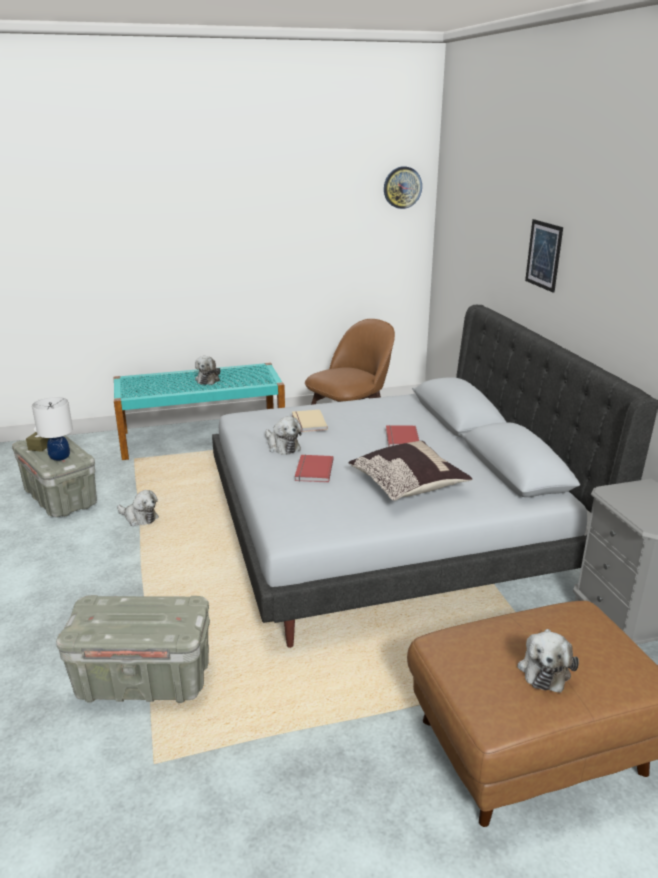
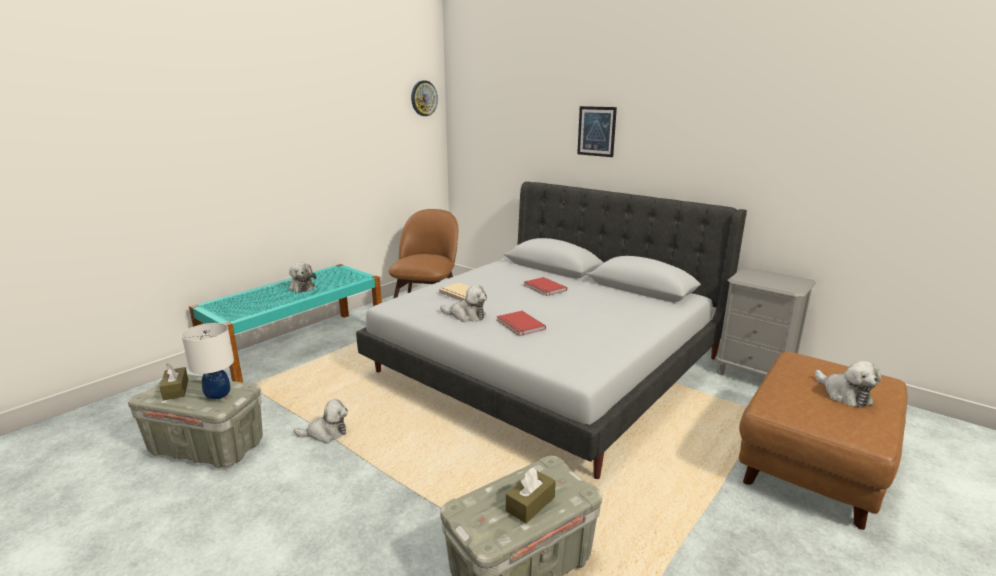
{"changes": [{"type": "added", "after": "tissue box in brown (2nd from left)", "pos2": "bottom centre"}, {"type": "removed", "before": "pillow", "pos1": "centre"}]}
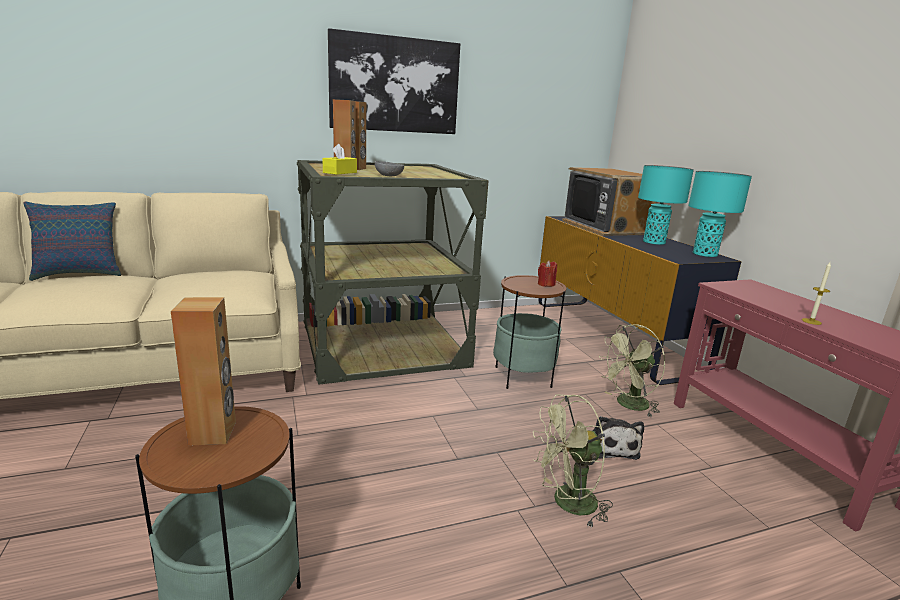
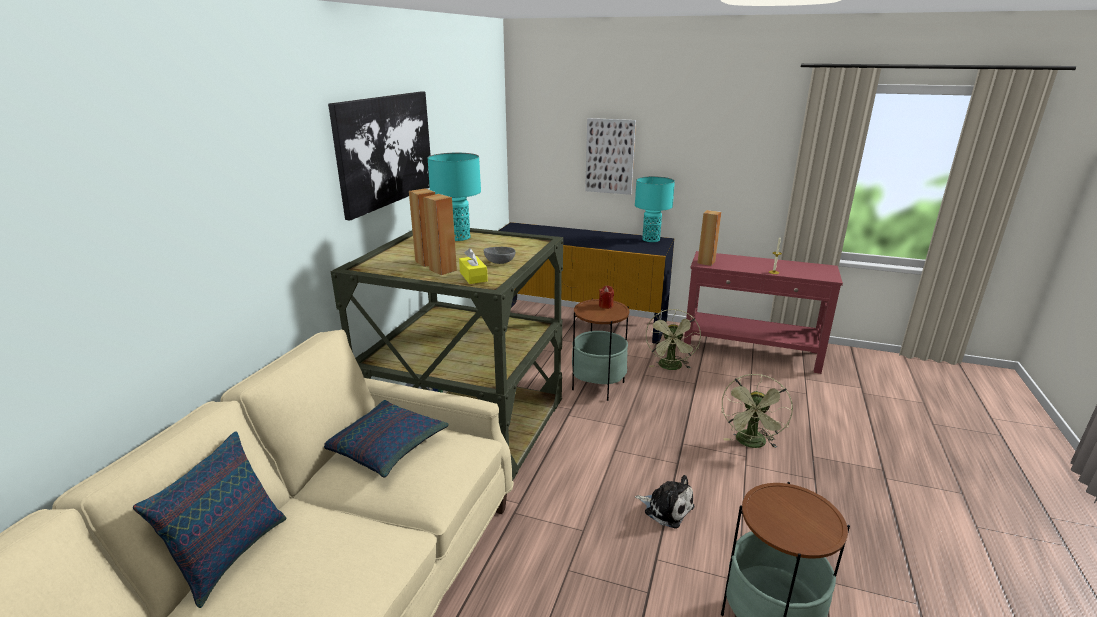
{"changes": [{"type": "added", "after": "pillow in blue (2nd from left)", "pos2": "bottom centre"}, {"type": "moved", "before": "table lamp in turquoise (1st from left)", "pos1": "middle right", "pos2": "top centre"}, {"type": "added", "after": "picture (2nd from left)", "pos2": "top centre"}, {"type": "moved", "before": "plush toy", "pos1": "bottom right", "pos2": "bottom centre"}, {"type": "moved", "before": "speaker in brown (1st from left in the first image)", "after": "speaker in brown (3rd from left)", "pos1": "middle left", "pos2": "centre"}, {"type": "removed", "before": "television", "pos1": "middle right"}]}
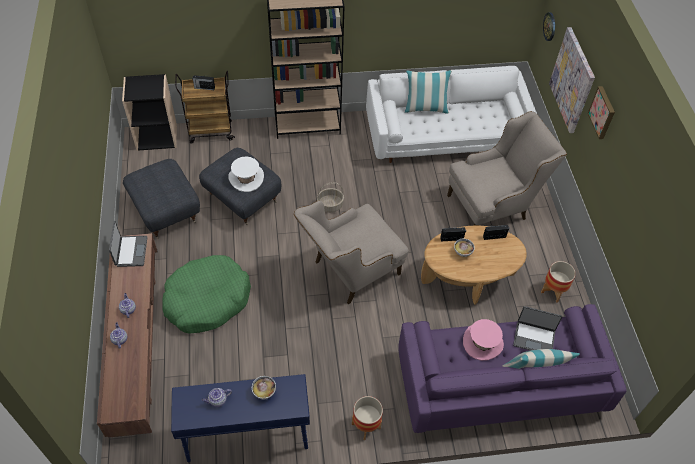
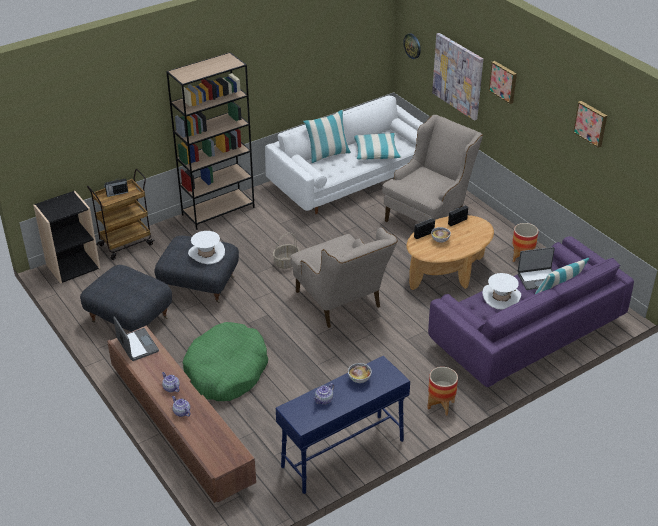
{"changes": [{"type": "turned", "before": "armchair in beige (1st from left)", "pos1": "centre", "pos2": "centre", "turn": -60}, {"type": "added", "after": "pillow (2nd from left)", "pos2": "top centre"}, {"type": "recoloured", "before": "hat in pink", "after": "hat in white (2nd from left)", "pos1": "bottom right", "pos2": "middle right"}, {"type": "added", "after": "picture (3rd from left)", "pos2": "top right"}]}
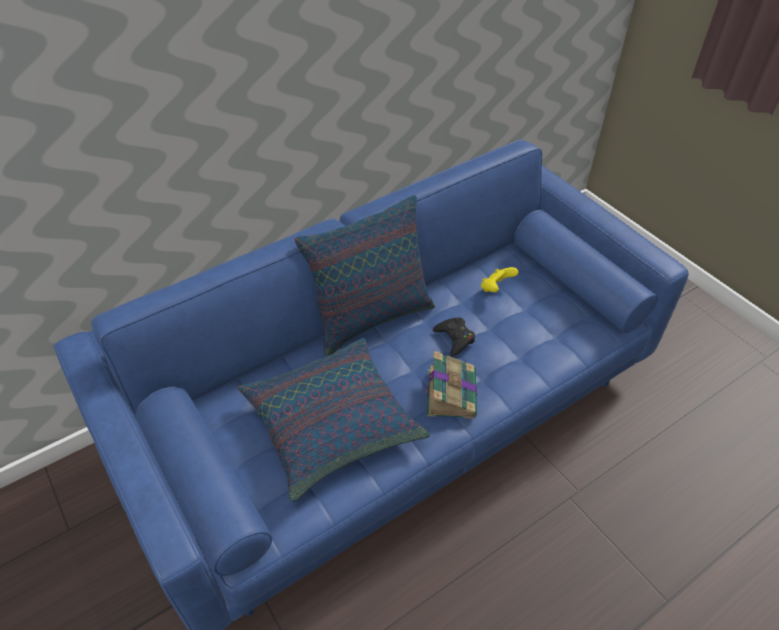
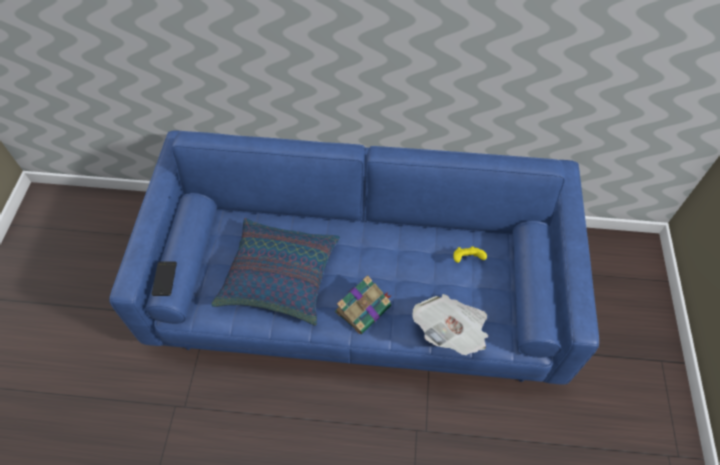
{"changes": [{"type": "added", "after": "phone", "pos2": "middle left"}, {"type": "added", "after": "newspaper", "pos2": "bottom centre"}, {"type": "removed", "before": "pillow in blue (2nd from left)", "pos1": "centre"}, {"type": "removed", "before": "game controller in black", "pos1": "centre"}]}
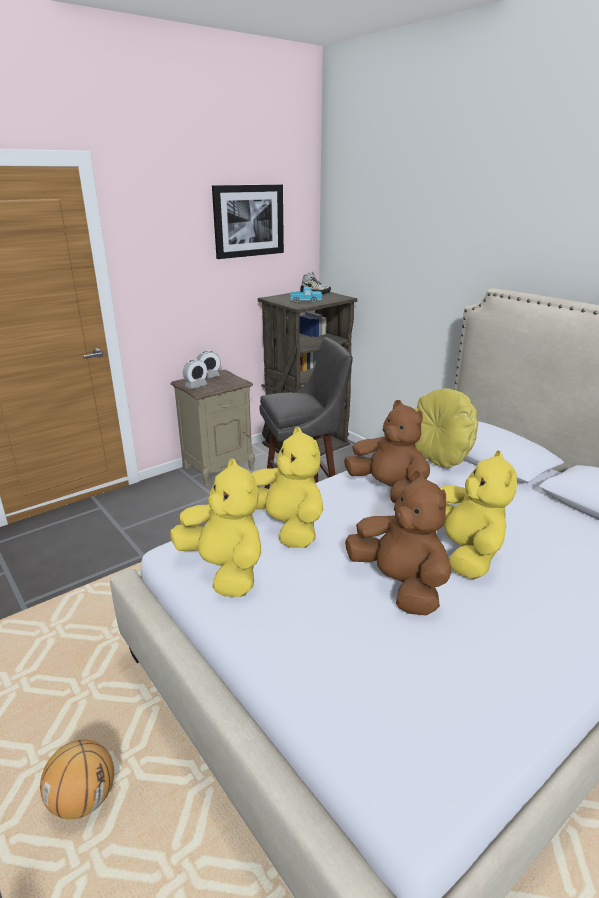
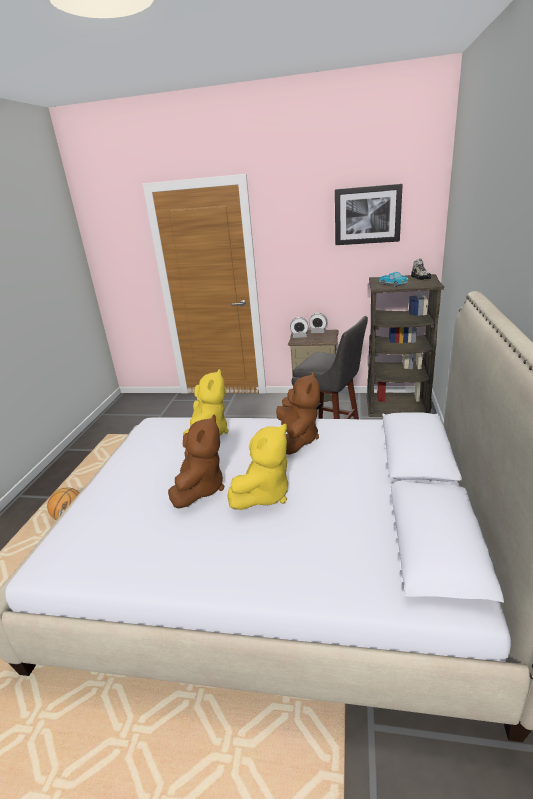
{"changes": [{"type": "removed", "before": "plush toy in yellow (1st from left)", "pos1": "centre"}, {"type": "removed", "before": "pillow in yellow", "pos1": "middle right"}]}
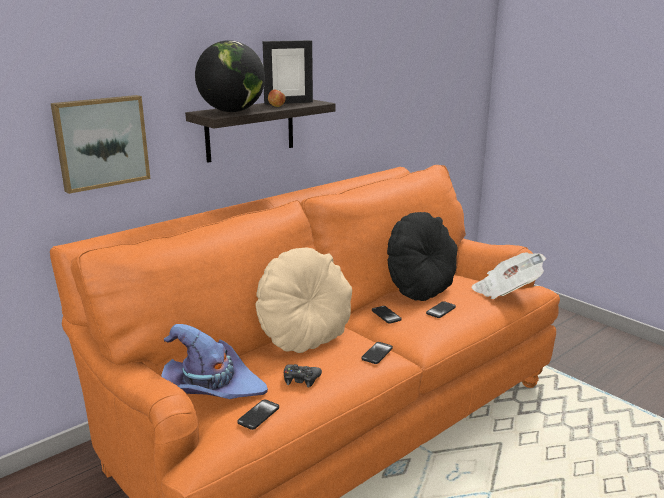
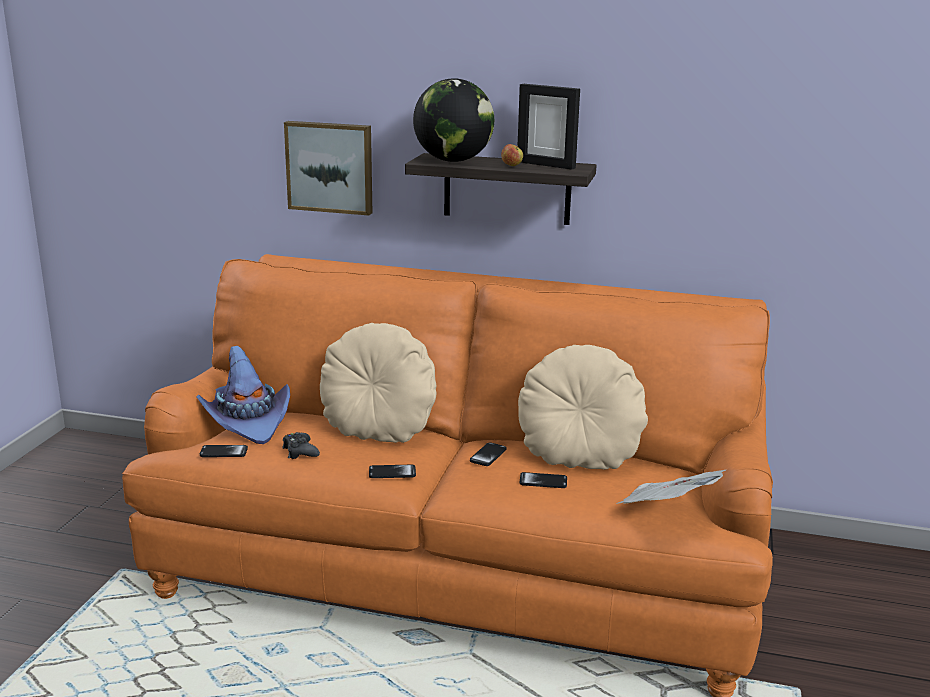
{"changes": [{"type": "recoloured", "before": "pillow in black", "after": "pillow in beige (2nd from left)", "pos1": "centre", "pos2": "centre"}]}
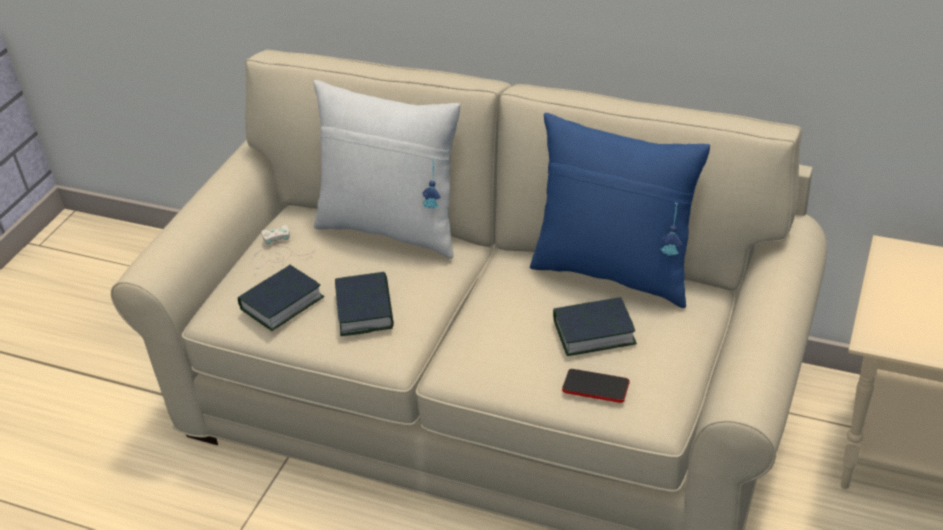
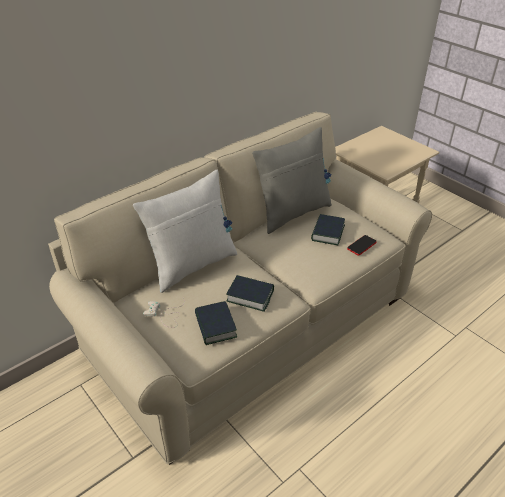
{"changes": [{"type": "recoloured", "before": "pillow in blue", "after": "pillow in grey (2nd from left)", "pos1": "centre", "pos2": "centre"}]}
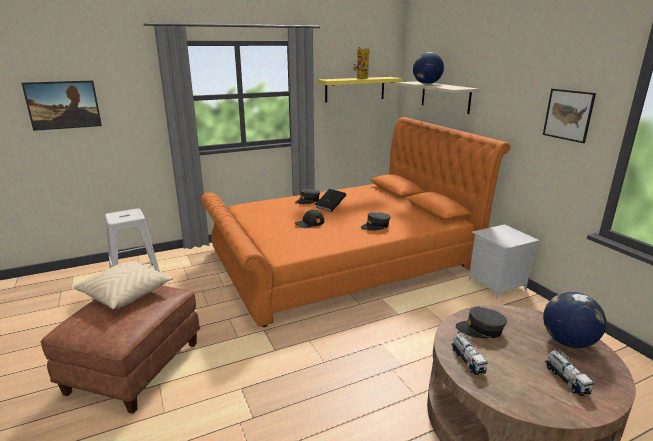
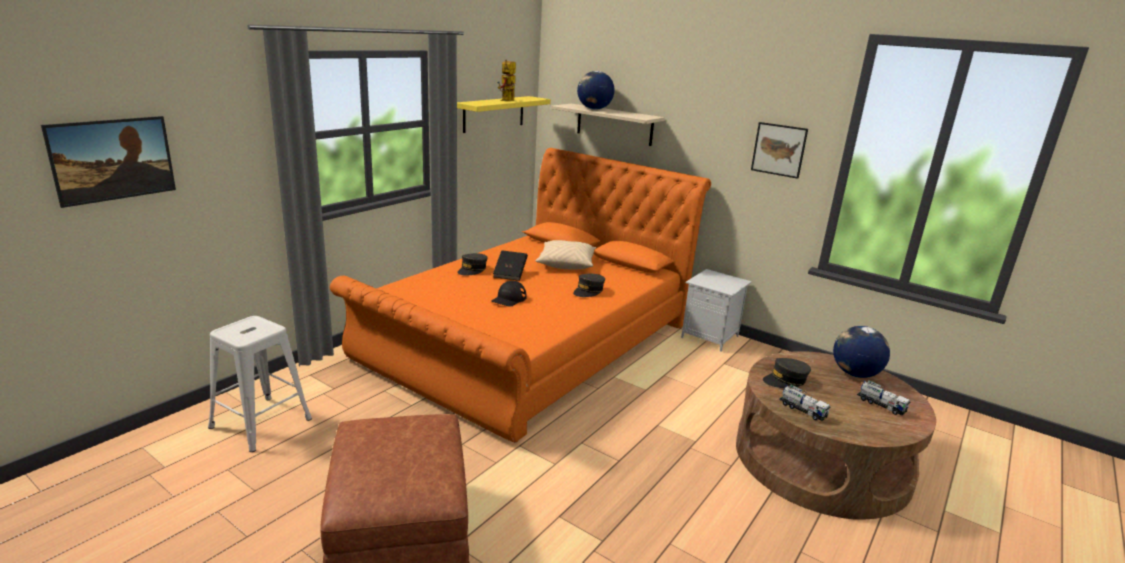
{"changes": [{"type": "moved", "before": "pillow in beige", "pos1": "middle left", "pos2": "centre"}]}
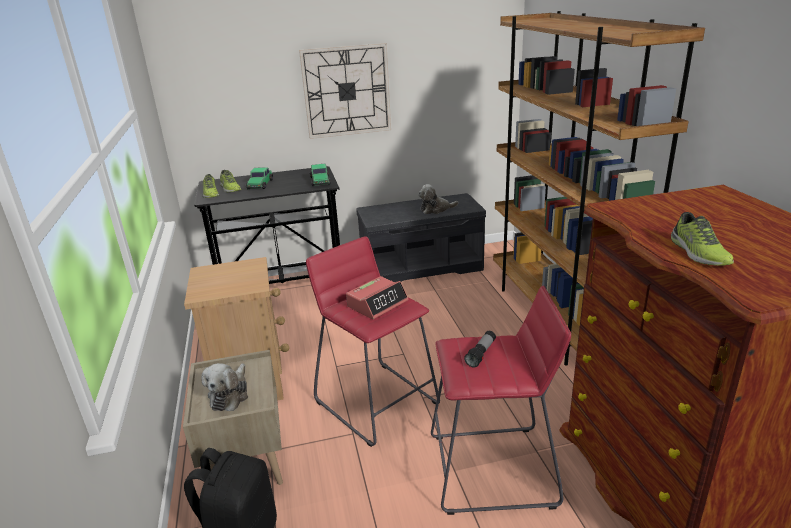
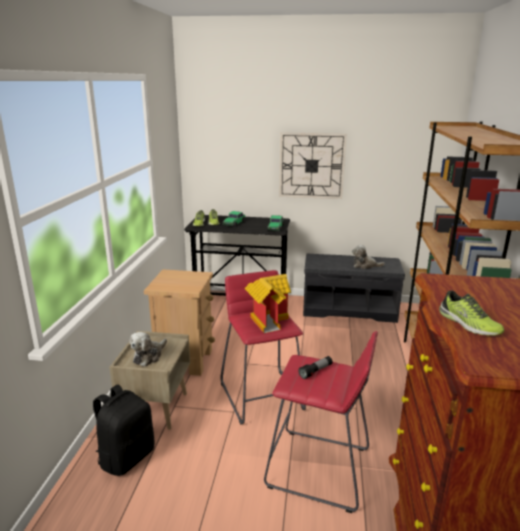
{"changes": [{"type": "replaced", "before": "alarm clock", "after": "toy house", "pos1": "centre", "pos2": "centre"}, {"type": "turned", "before": "shoe (3rd from left)", "pos1": "middle right", "pos2": "middle right", "turn": -45}]}
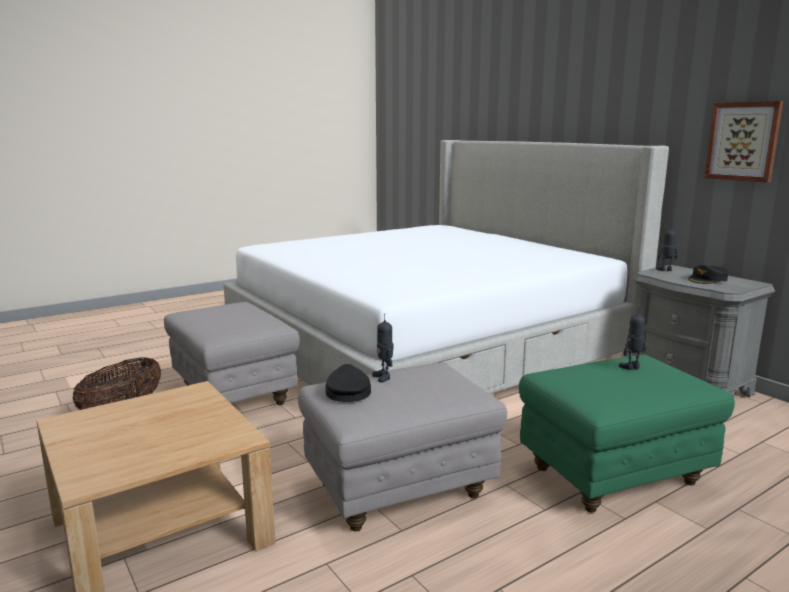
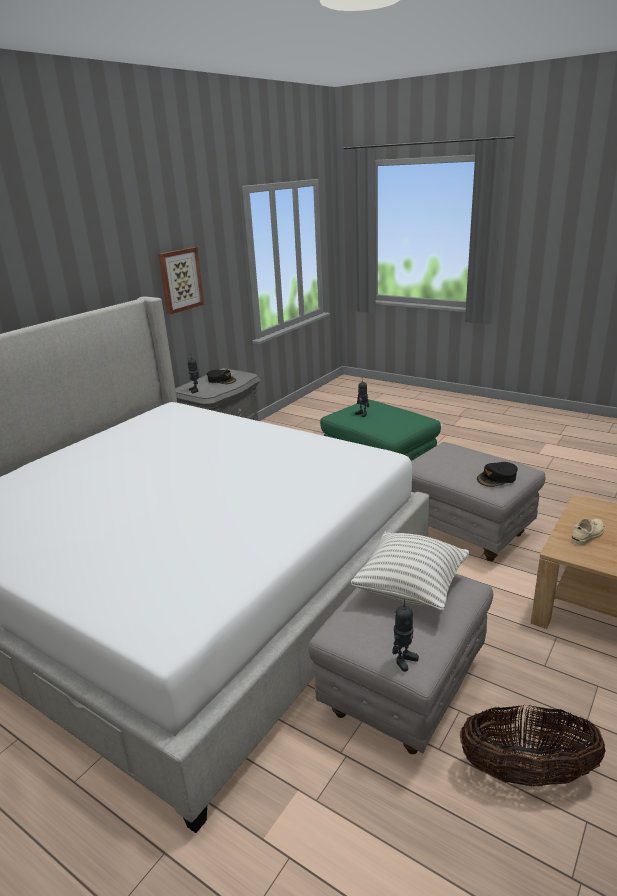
{"changes": [{"type": "added", "after": "pillow", "pos2": "centre"}, {"type": "moved", "before": "toy robot (1st from left in the first image)", "after": "toy robot (3rd from left)", "pos1": "centre", "pos2": "bottom centre"}, {"type": "added", "after": "shoe in beige", "pos2": "middle right"}]}
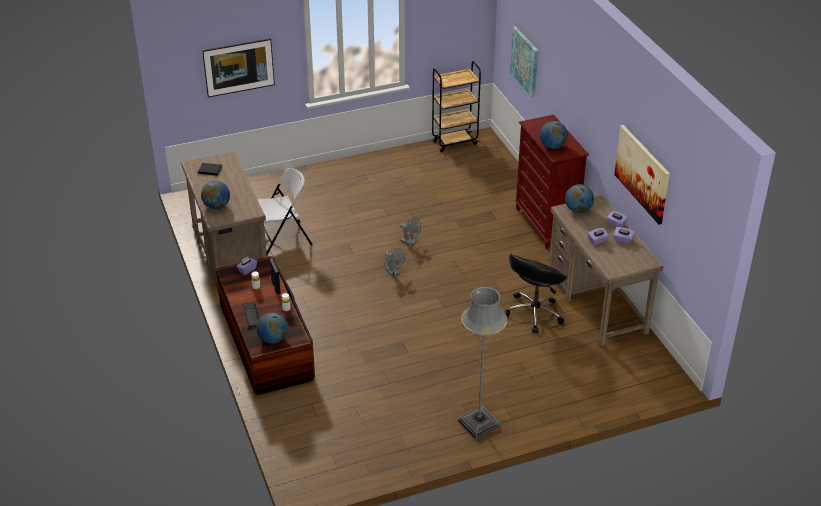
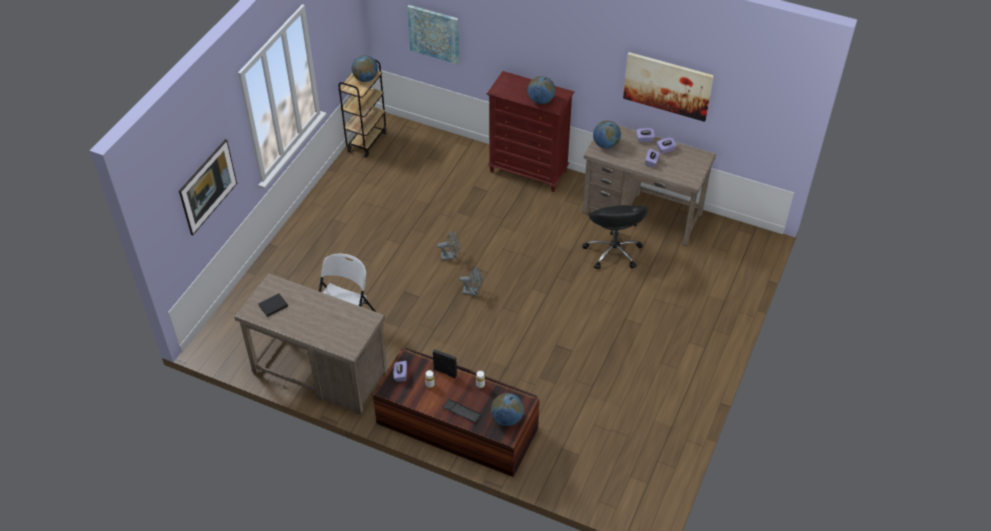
{"changes": [{"type": "moved", "before": "globe (1st from left)", "pos1": "middle left", "pos2": "top centre"}, {"type": "removed", "before": "floor lamp in grey", "pos1": "bottom centre"}]}
